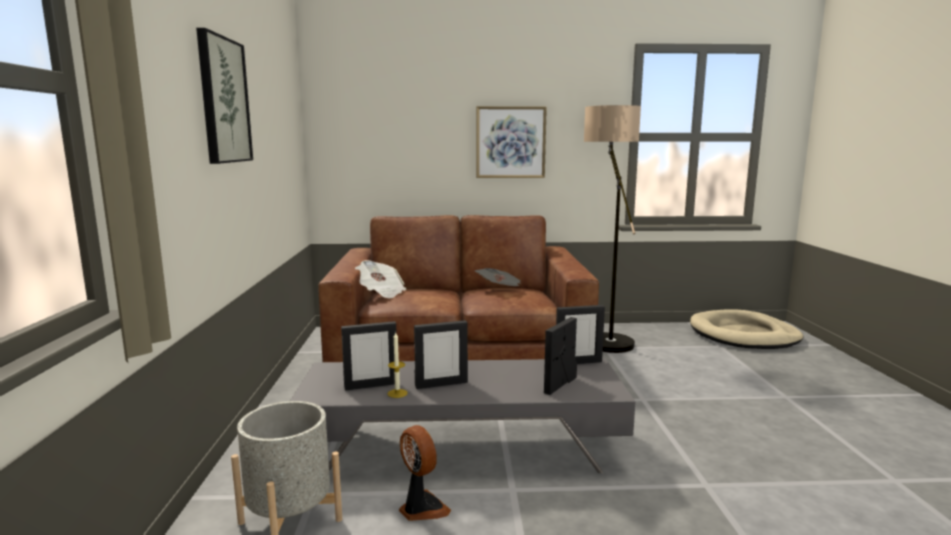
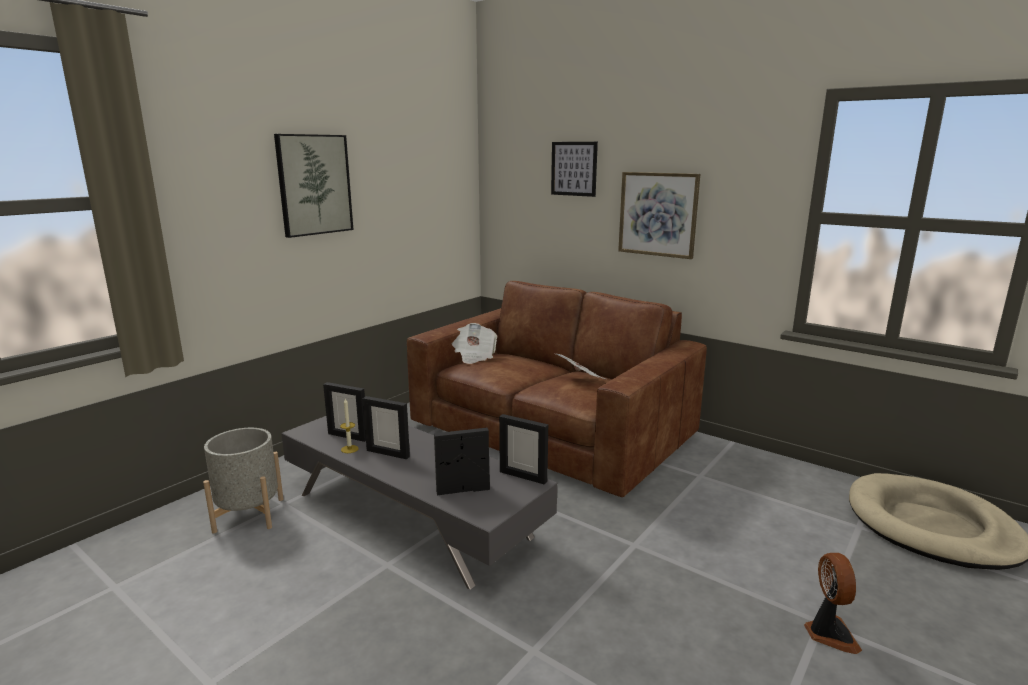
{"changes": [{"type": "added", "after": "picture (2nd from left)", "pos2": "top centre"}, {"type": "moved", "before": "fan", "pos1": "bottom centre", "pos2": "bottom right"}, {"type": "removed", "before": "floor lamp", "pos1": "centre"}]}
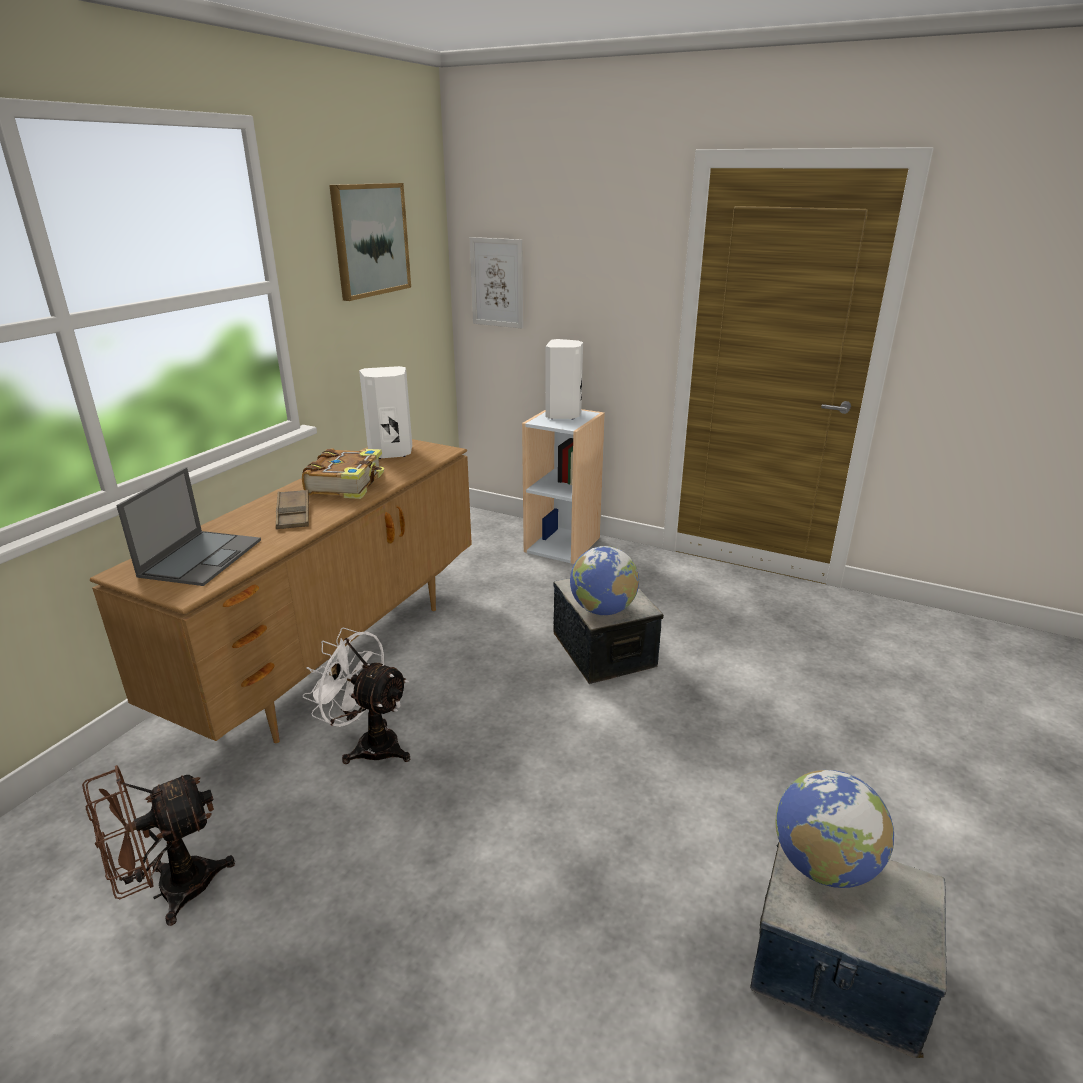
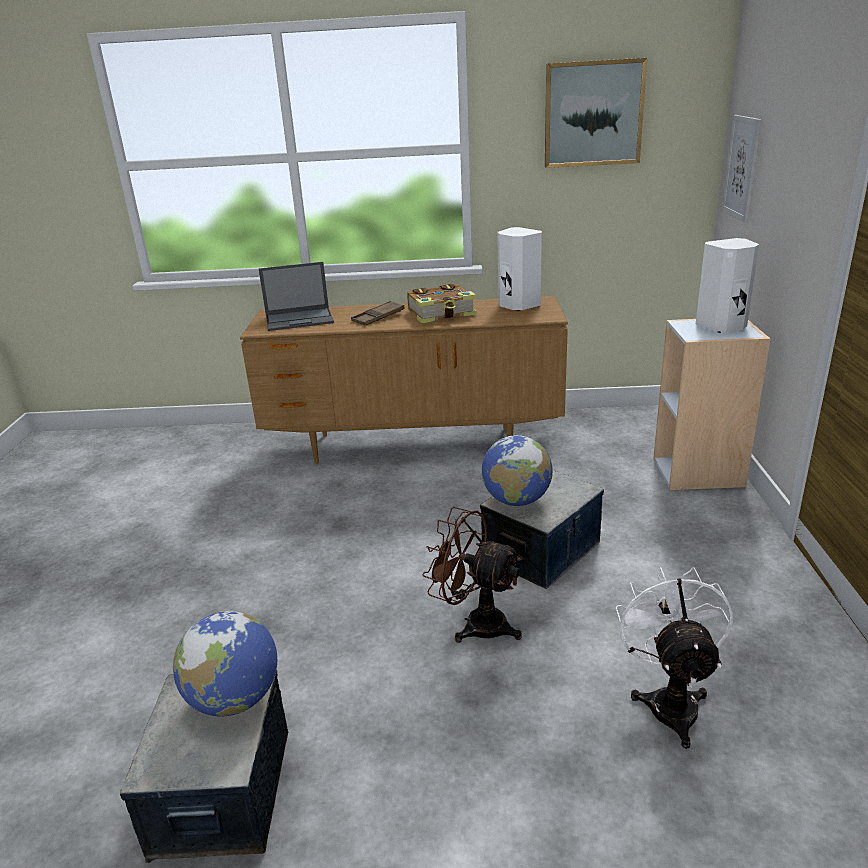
{"changes": [{"type": "moved", "before": "fan in brown", "pos1": "bottom left", "pos2": "centre"}, {"type": "moved", "before": "fan in white", "pos1": "middle left", "pos2": "bottom right"}]}
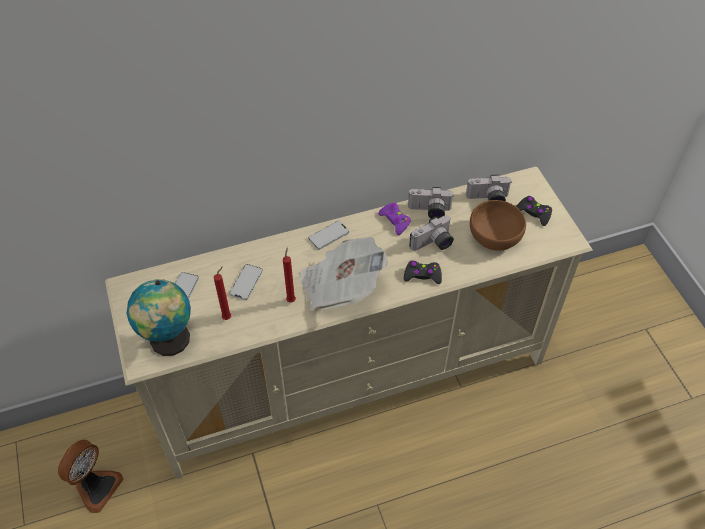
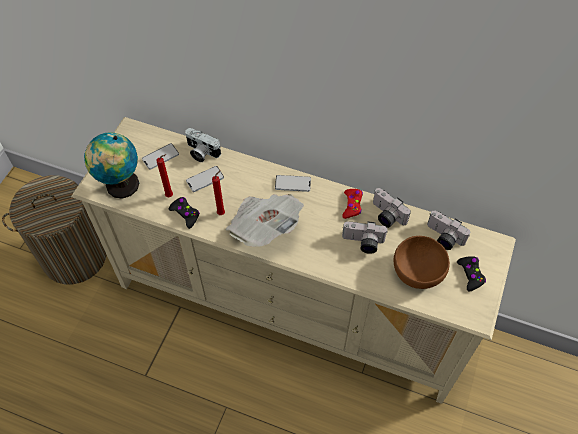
{"changes": [{"type": "replaced", "before": "fan", "after": "laundry basket", "pos1": "bottom left", "pos2": "middle left"}, {"type": "moved", "before": "game controller in black (1st from left)", "pos1": "centre", "pos2": "middle left"}, {"type": "added", "after": "photo camera (1st from left)", "pos2": "centre"}, {"type": "recoloured", "before": "game controller in purple", "after": "game controller in red", "pos1": "centre", "pos2": "centre"}]}
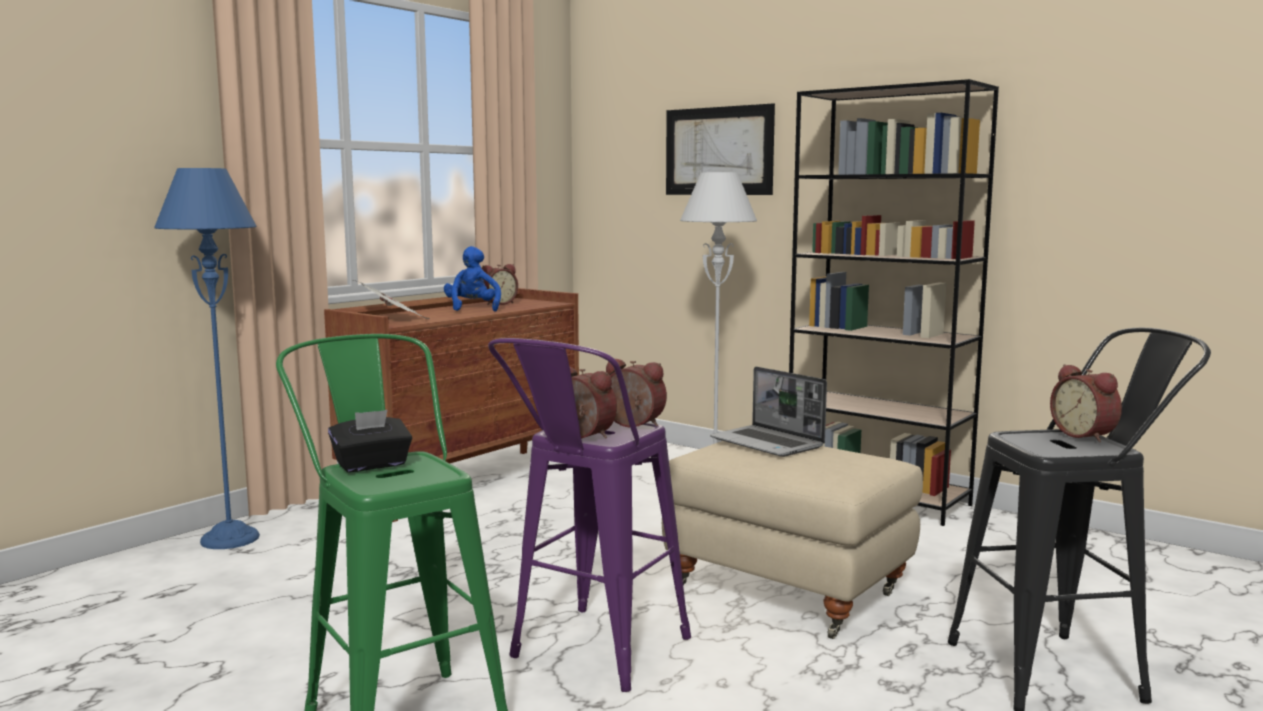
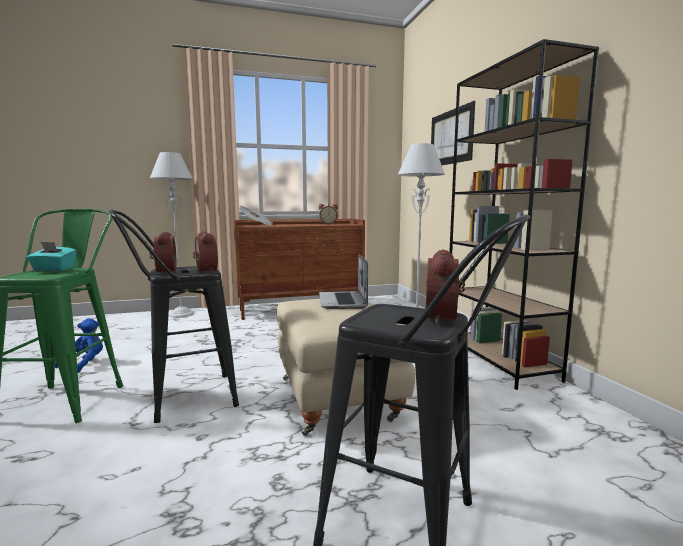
{"changes": [{"type": "recoloured", "before": "tissue box in black", "after": "tissue box in turquoise", "pos1": "middle left", "pos2": "middle left"}, {"type": "moved", "before": "plush toy in blue", "pos1": "centre", "pos2": "middle left"}, {"type": "recoloured", "before": "stool in purple", "after": "stool in black (1st from left)", "pos1": "bottom centre", "pos2": "middle left"}, {"type": "recoloured", "before": "floor lamp in blue", "after": "floor lamp in grey (1st from left)", "pos1": "middle left", "pos2": "middle left"}]}
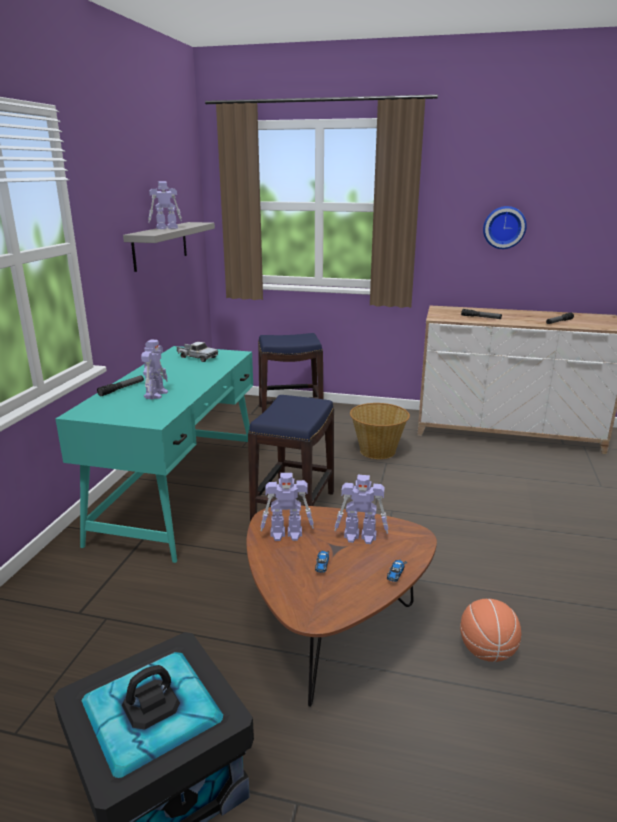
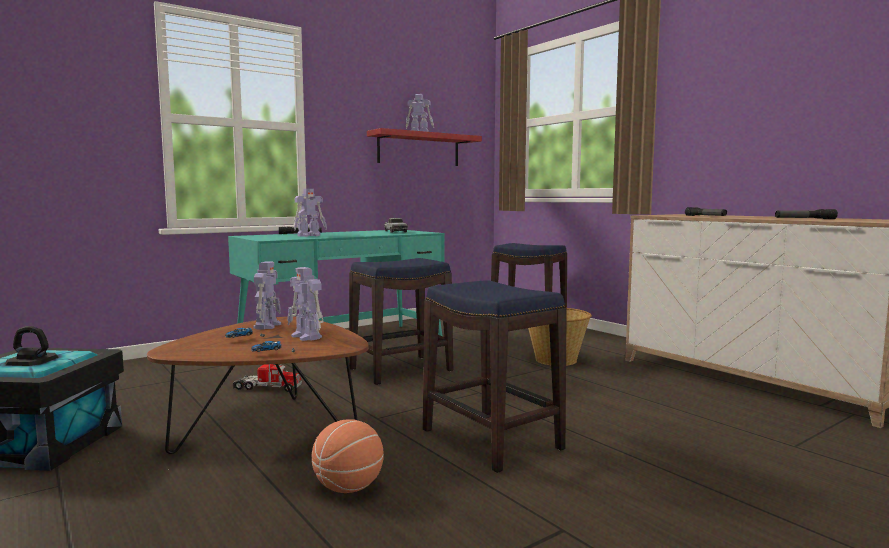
{"changes": [{"type": "added", "after": "toy truck (1st from left)", "pos2": "bottom left"}, {"type": "turned", "before": "toy robot (3rd from left in the first image)", "pos1": "centre", "pos2": "middle left", "turn": -120}, {"type": "recoloured", "before": "shelf in grey", "after": "shelf in red", "pos1": "top left", "pos2": "top centre"}, {"type": "added", "after": "stool (2nd from left)", "pos2": "bottom centre"}, {"type": "removed", "before": "wall clock", "pos1": "top right"}]}
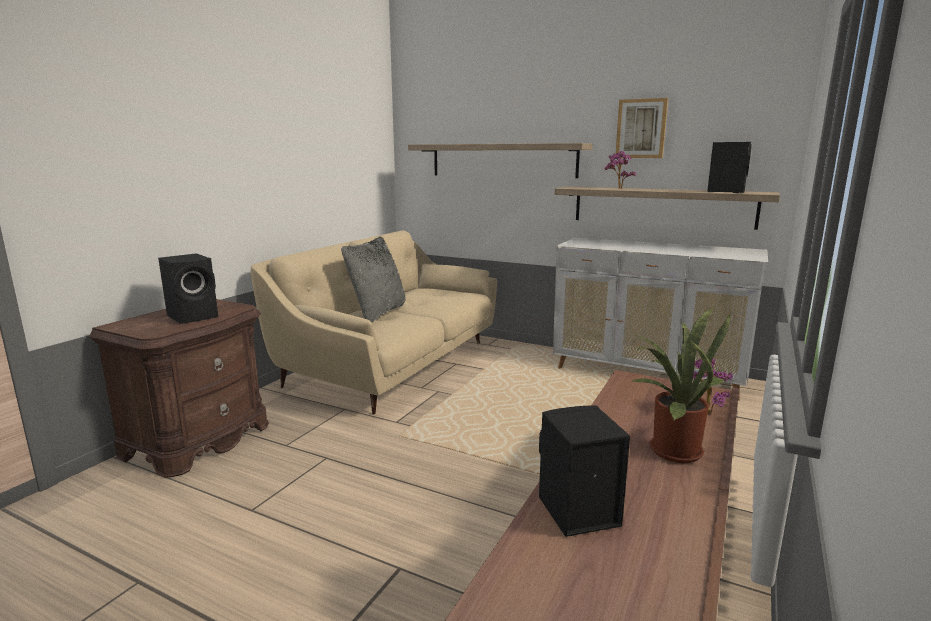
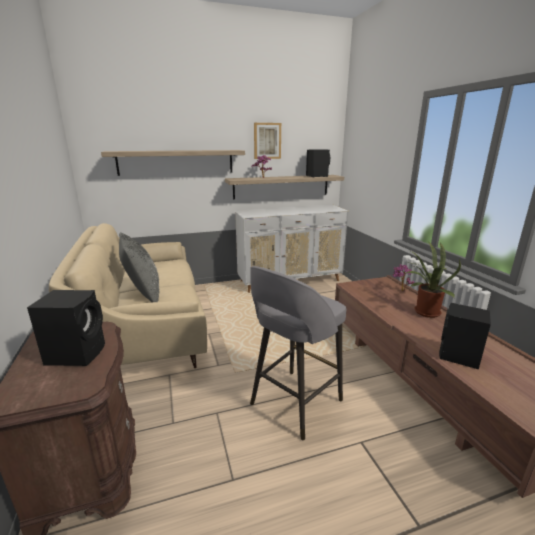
{"changes": [{"type": "added", "after": "stool in grey", "pos2": "centre"}]}
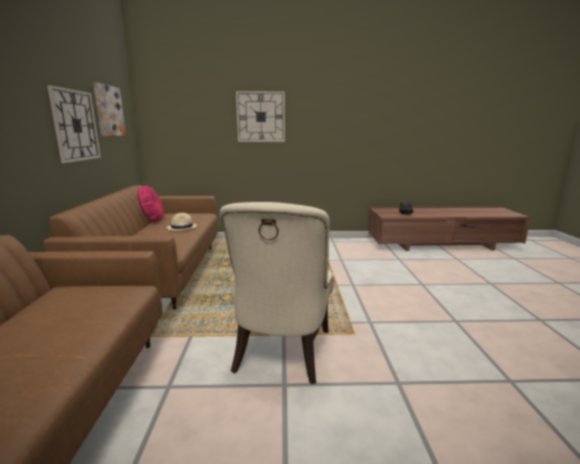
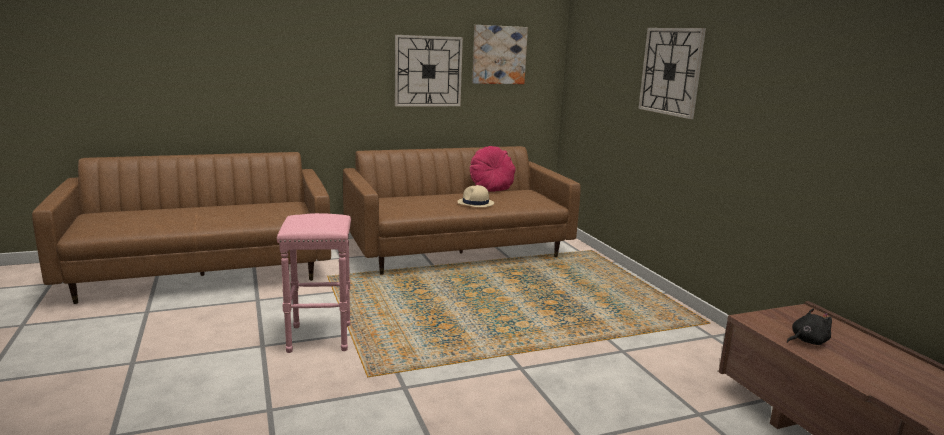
{"changes": [{"type": "replaced", "before": "armchair in beige", "after": "stool in pink", "pos1": "centre", "pos2": "middle left"}]}
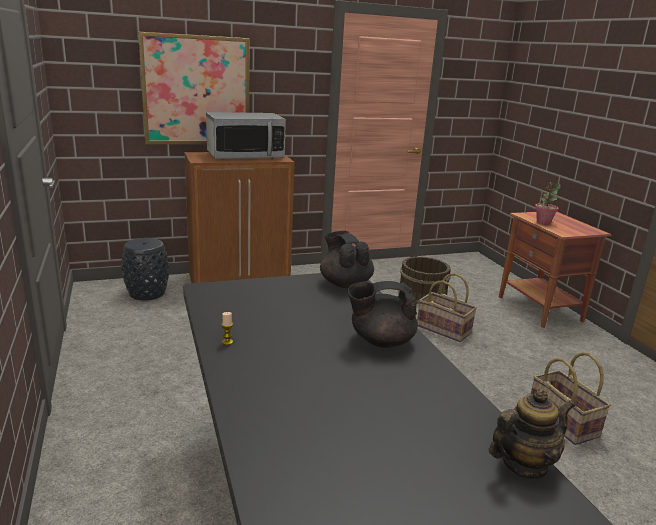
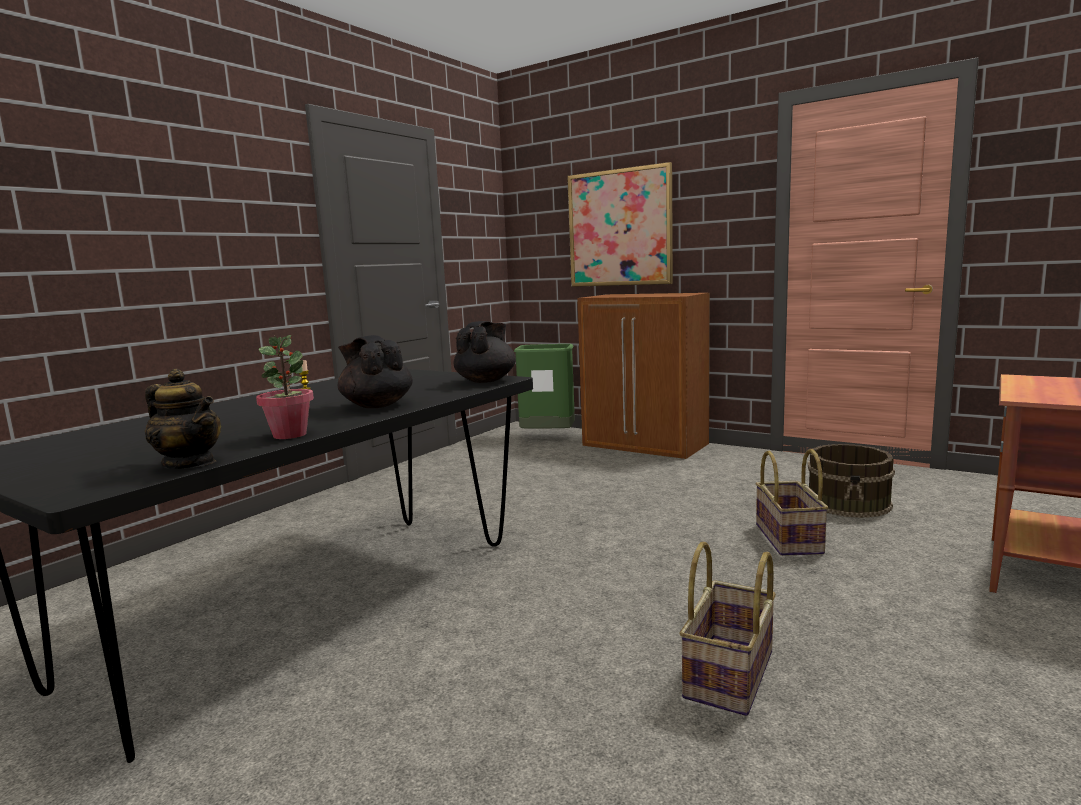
{"changes": [{"type": "moved", "before": "potted plant", "pos1": "middle right", "pos2": "middle left"}, {"type": "replaced", "before": "stool in black", "after": "trash can in green", "pos1": "middle left", "pos2": "centre"}, {"type": "removed", "before": "microwave", "pos1": "top centre"}]}
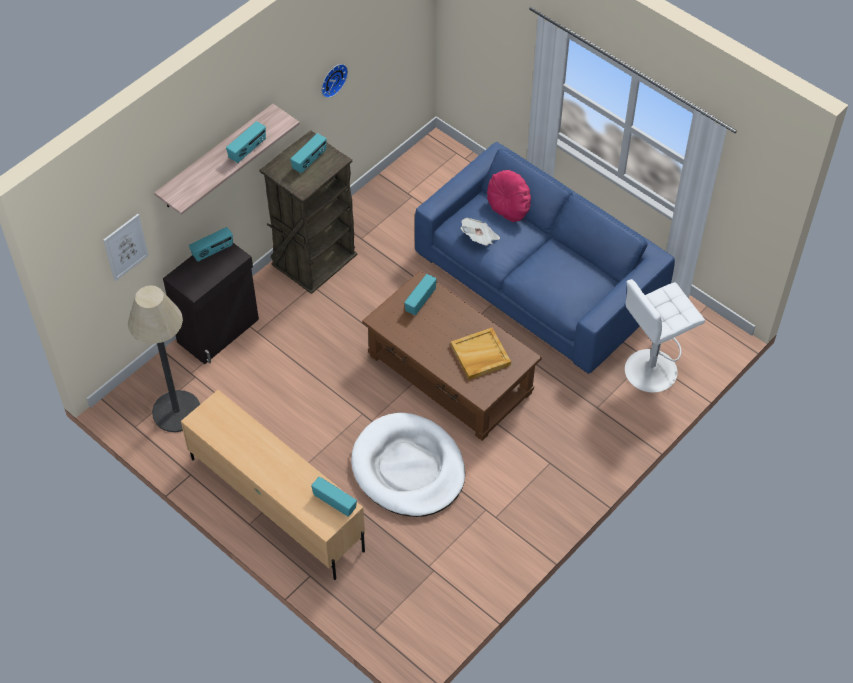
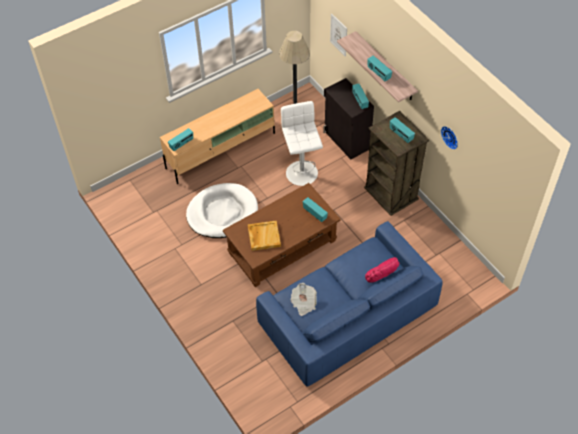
{"changes": [{"type": "moved", "before": "stool in white", "pos1": "middle right", "pos2": "top centre"}, {"type": "moved", "before": "newspaper", "pos1": "centre", "pos2": "bottom centre"}]}
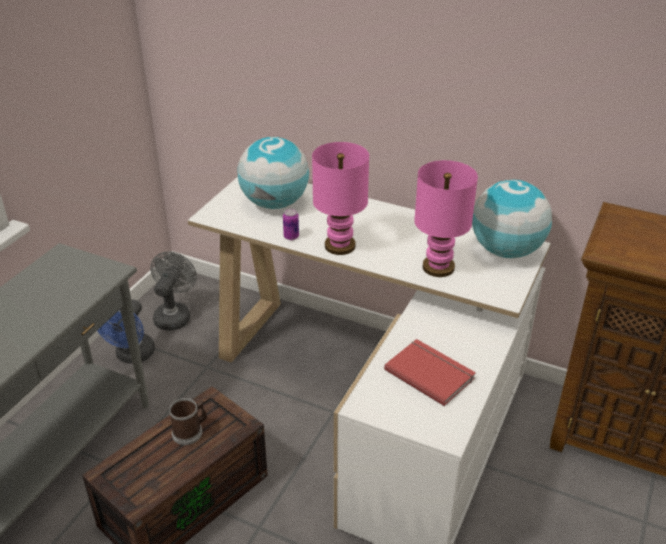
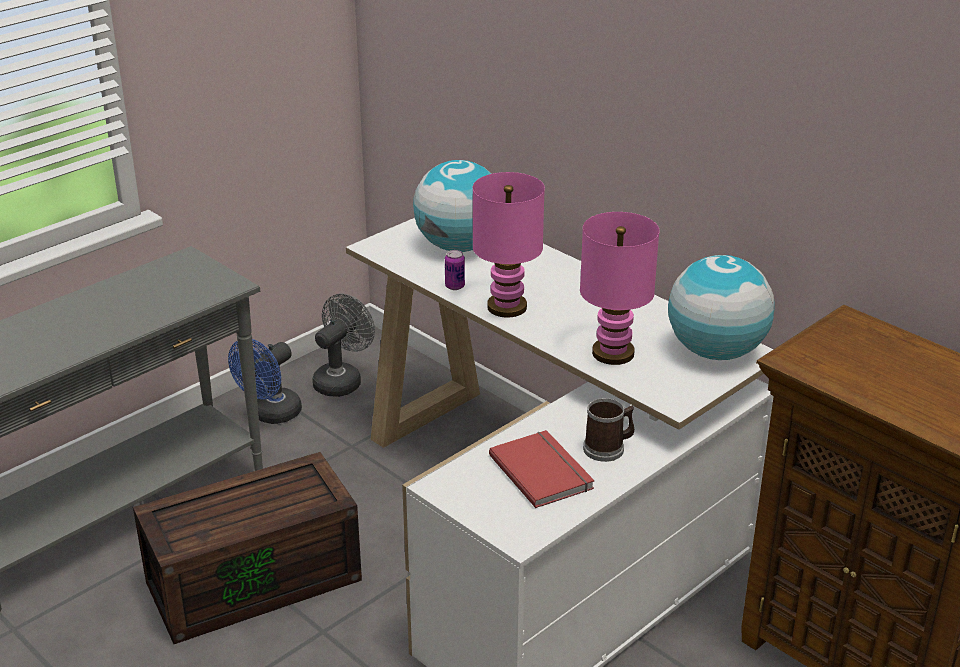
{"changes": [{"type": "moved", "before": "mug", "pos1": "bottom left", "pos2": "centre"}]}
